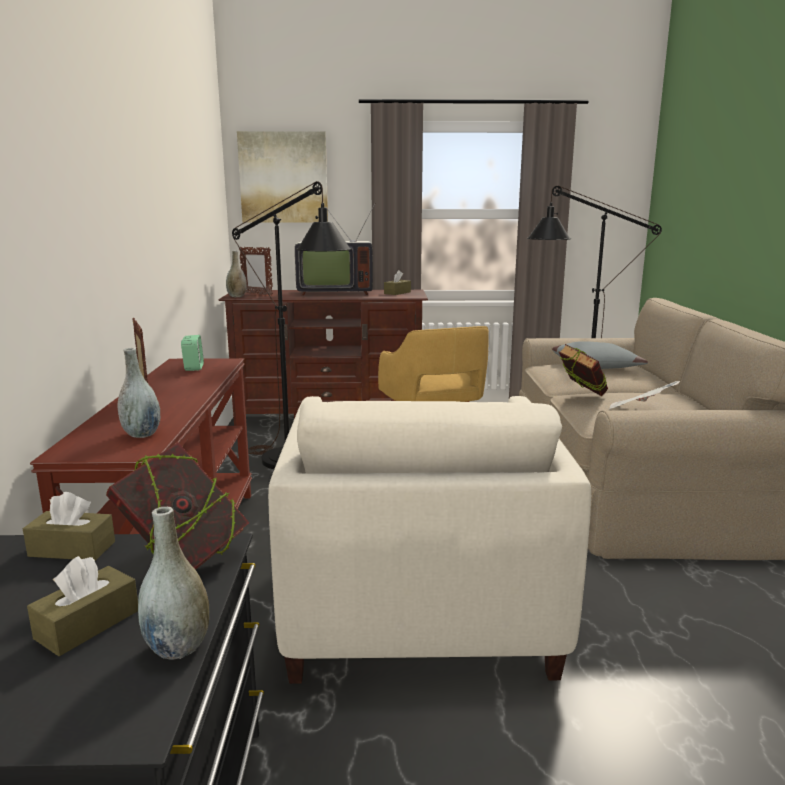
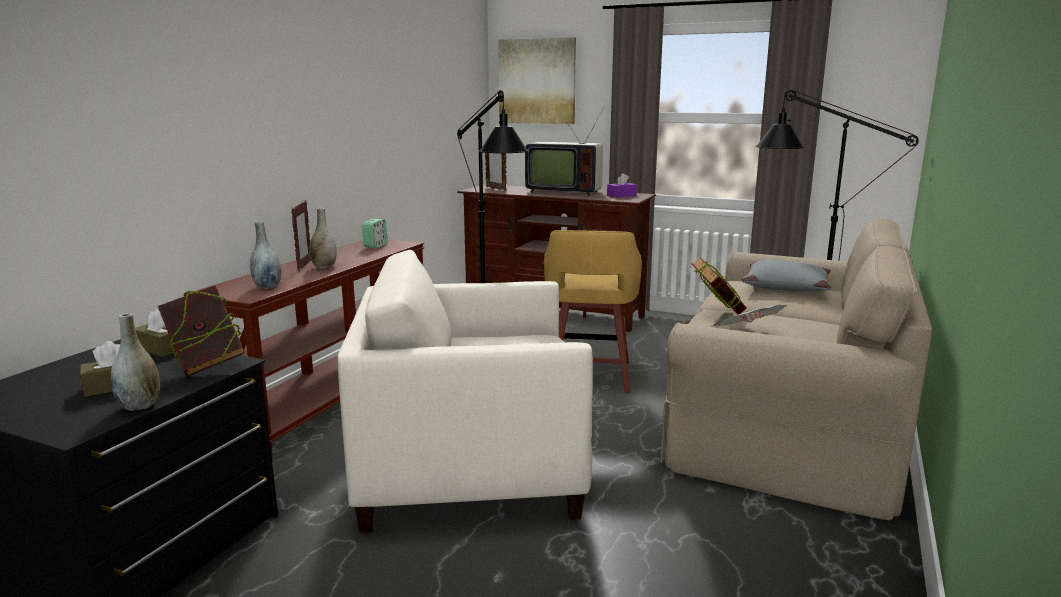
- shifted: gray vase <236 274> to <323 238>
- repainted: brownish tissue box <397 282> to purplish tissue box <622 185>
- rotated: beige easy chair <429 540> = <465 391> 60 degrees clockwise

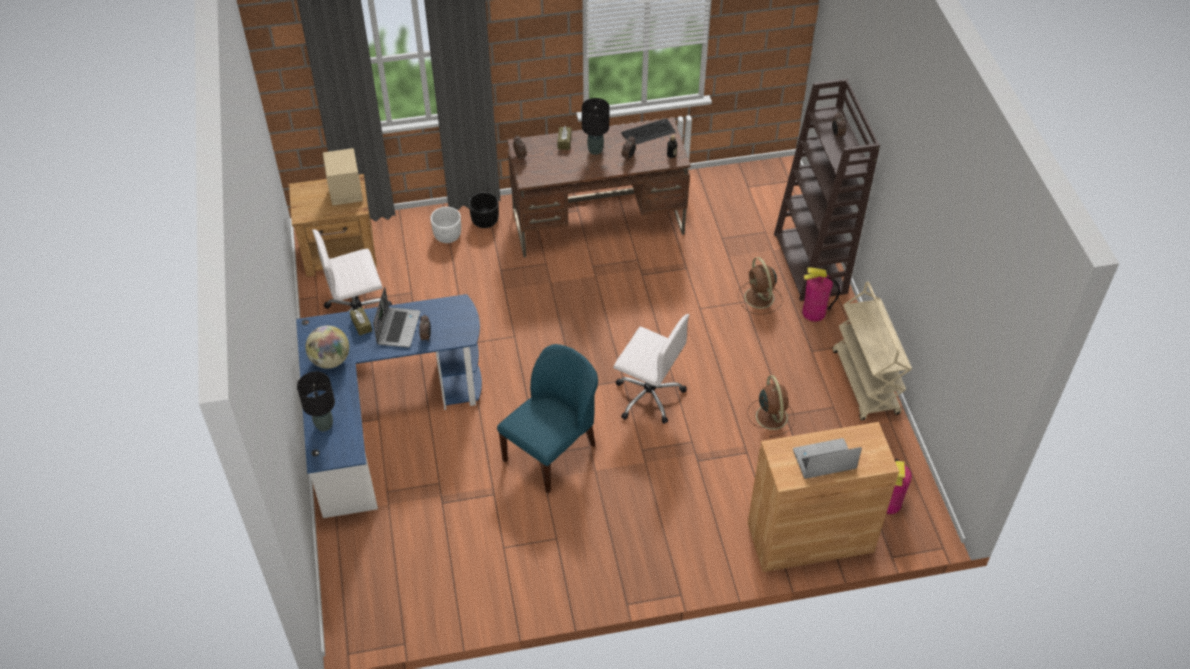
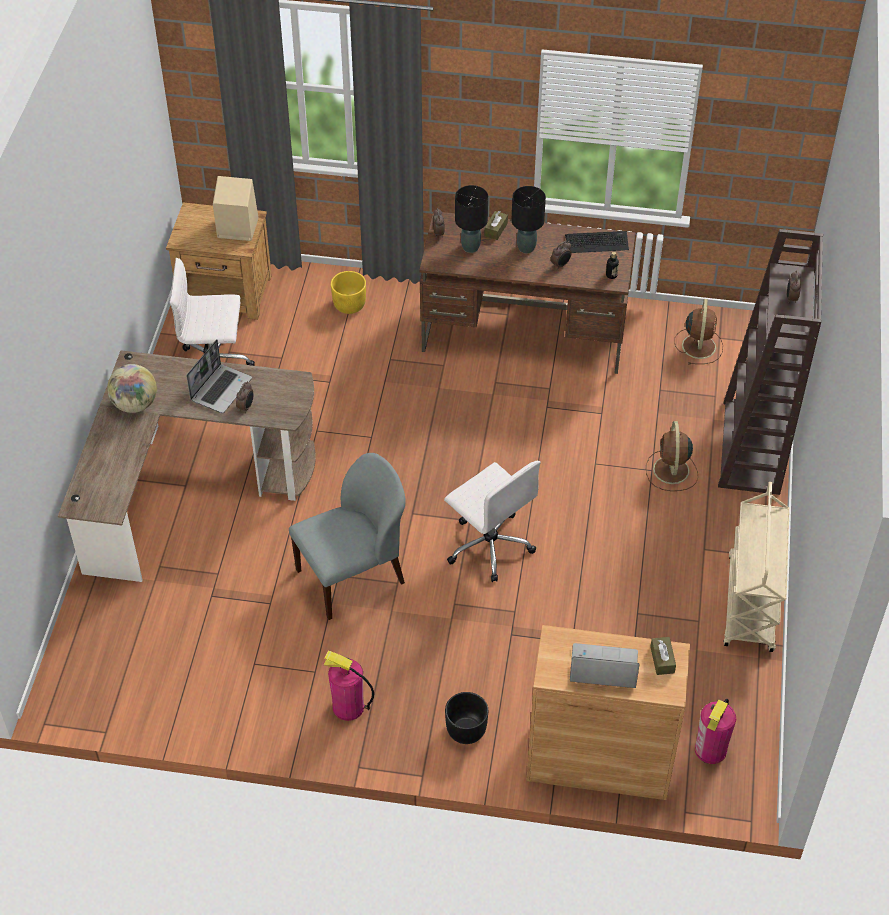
- shifted: blackish flower pot <484 210> to <466 718>
- repainted: white-coloured flower pot <445 225> to yellow flower pot <348 292>
- shifted: extinguisher <821 294> to <348 686>
- repainted: blue desk unit <389 406> to brownish desk unit <187 466>
- shifted: brownish tissue box <361 321> to <663 656>
- repainted: blue plain chair <547 418> to gray plain chair <347 536>
- shifted: blackish tabletop lamp <316 401> to <471 219>
- shifted: brownish cooling fan <770 406> to <698 332>

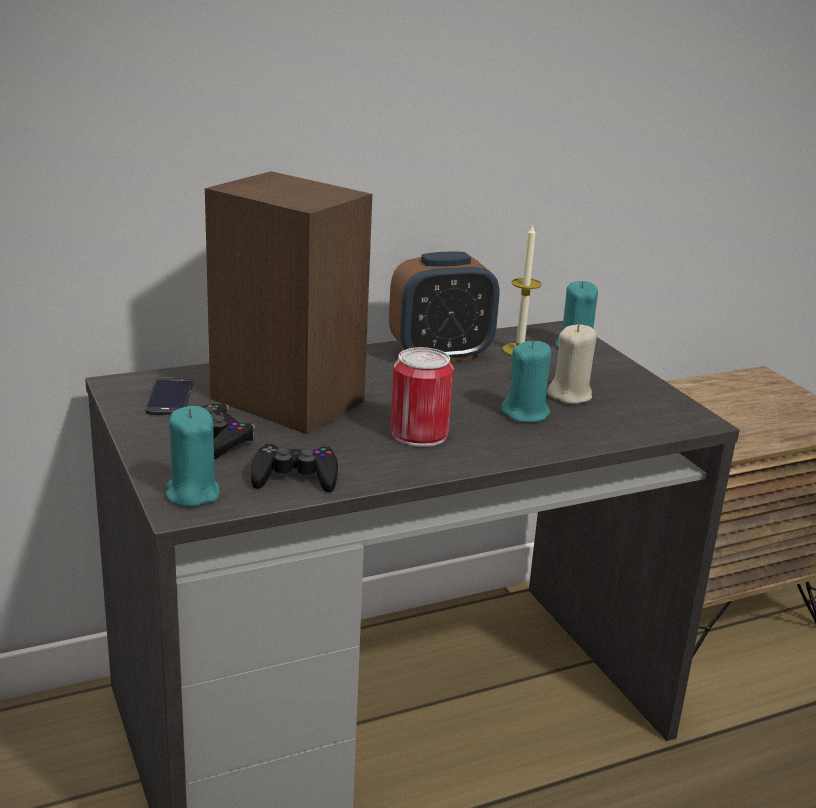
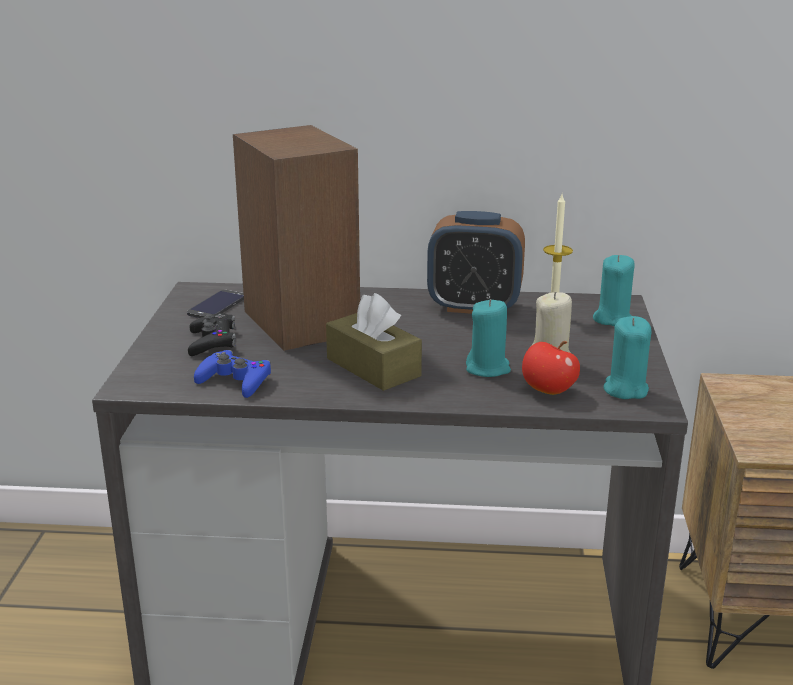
- swapped: can <422 397> to brownish tissue box <374 342>
- shifted: blue-green wax candle <192 456> to <627 357>
- repainted: blackish game controller <294 467> to blue game controller <232 374>
- new: whole apple <551 368>

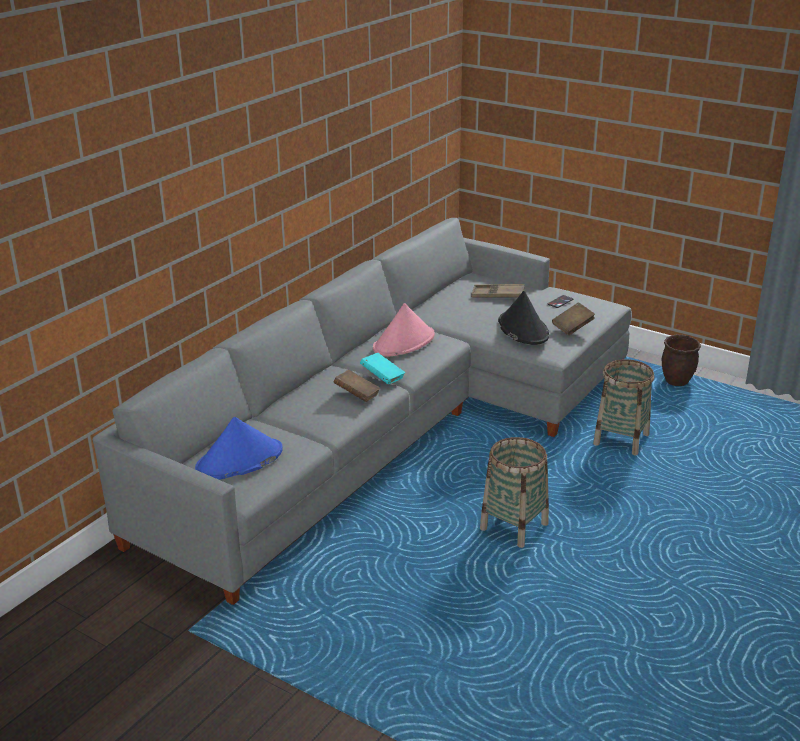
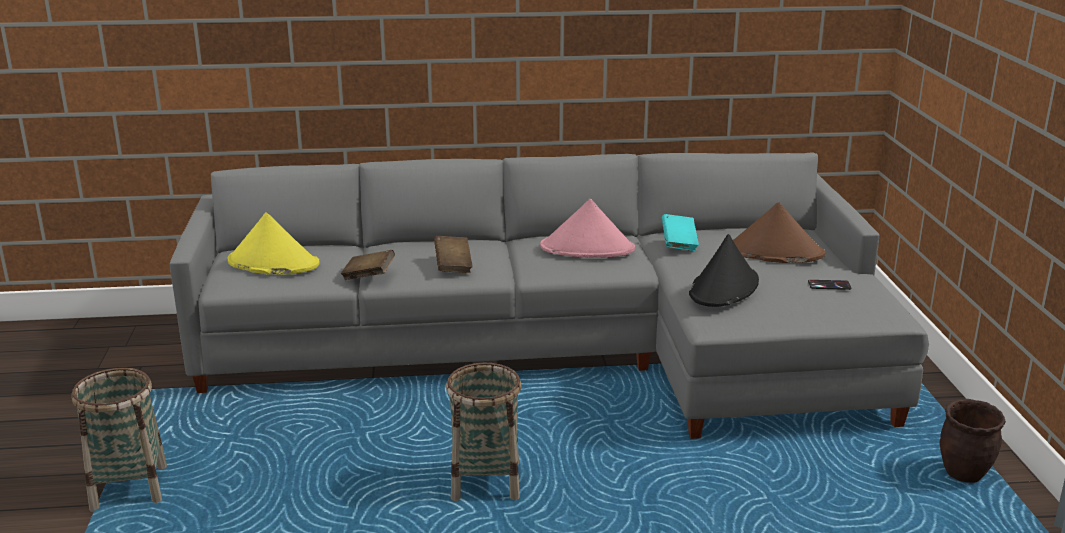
- swapped: brownish tray <498 291> to brownish clothing hat <779 232>
- shifted: brownish bound book <573 318> to <368 265>
- shifted: blue-green bound book <382 368> to <680 232>
- shifted: storage basket <623 407> to <119 440>
- repainted: blue clothing hat <239 448> to yellow clothing hat <274 243>

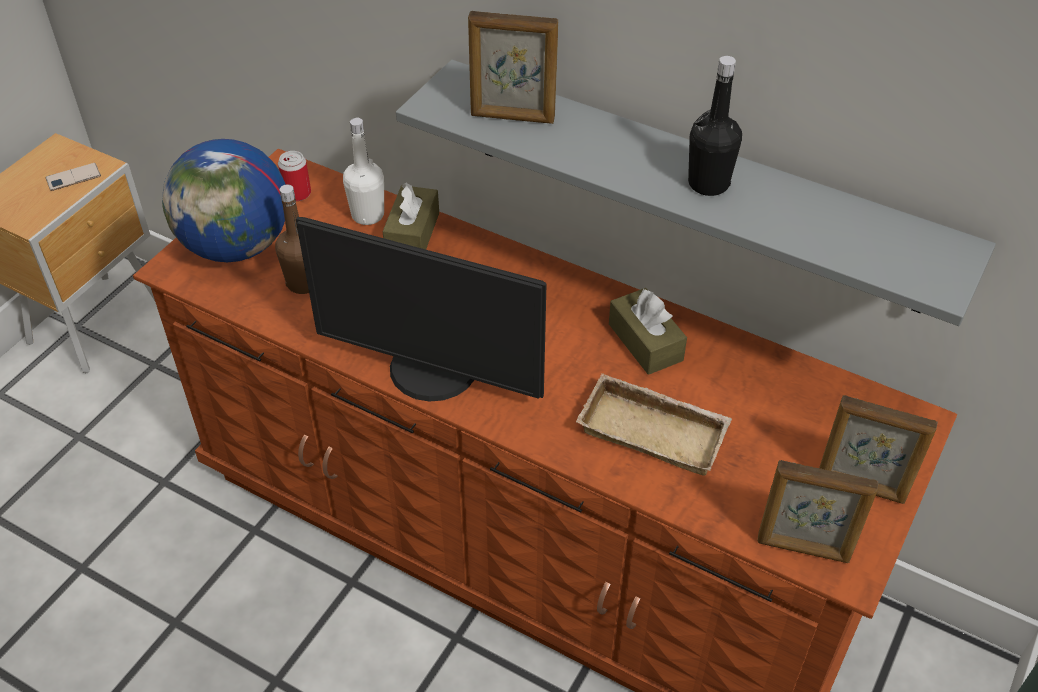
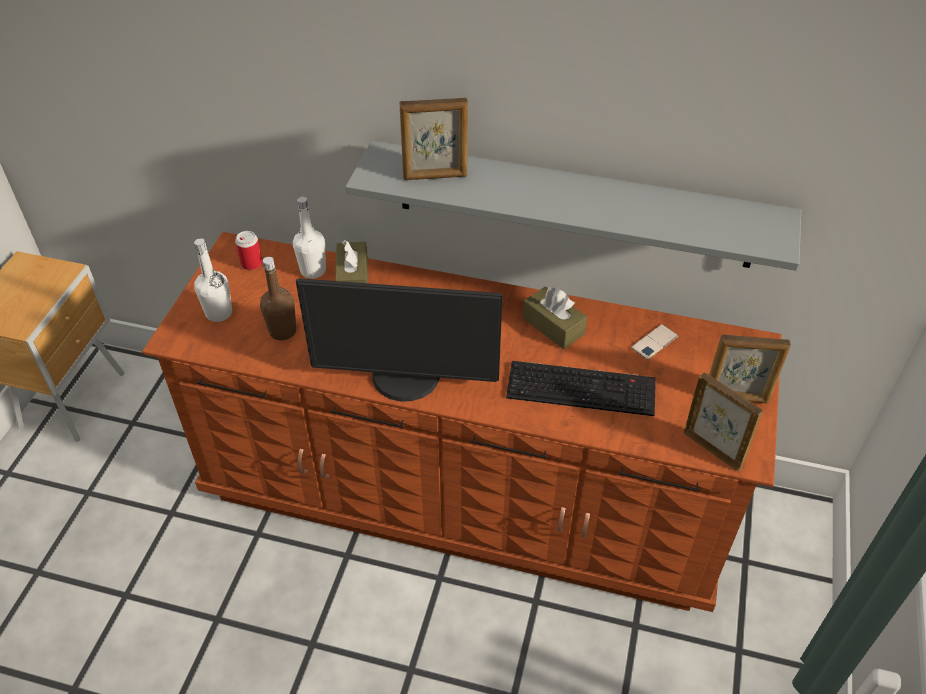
- gone: blackish bottle <715 126>
- swapped: globe <224 200> to white-coloured bottle <213 280>
- shifted: handset <73 177> to <655 342>
- swapped: beige tray <654 424> to keyboard <581 388>
- rotated: standing frame <817 511> = <723 422> 135 degrees counterclockwise

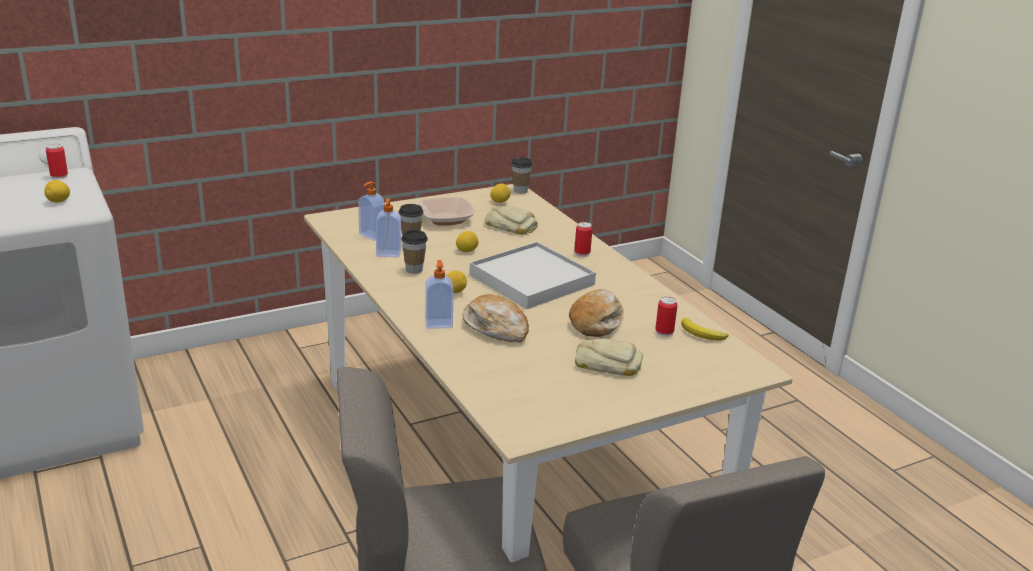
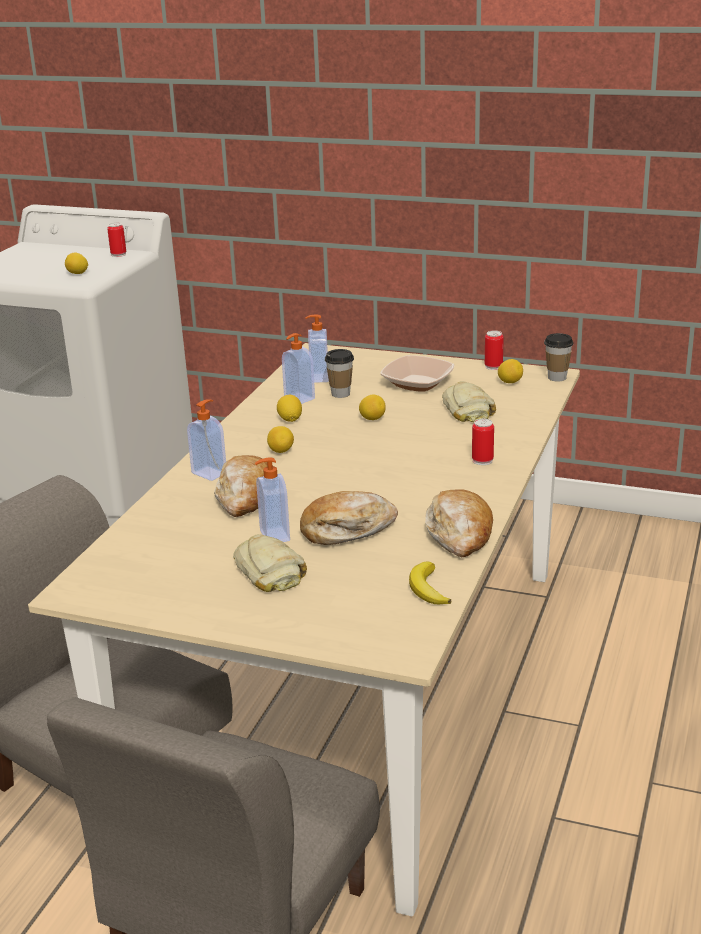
- swapped: cup <414 252> to whole lemon <289 408>
- gone: white-coloured tray <532 275>
- shifted: can <666 316> to <494 350>
- new: soap dispenser <272 499>
- new: bakery bread <459 524>

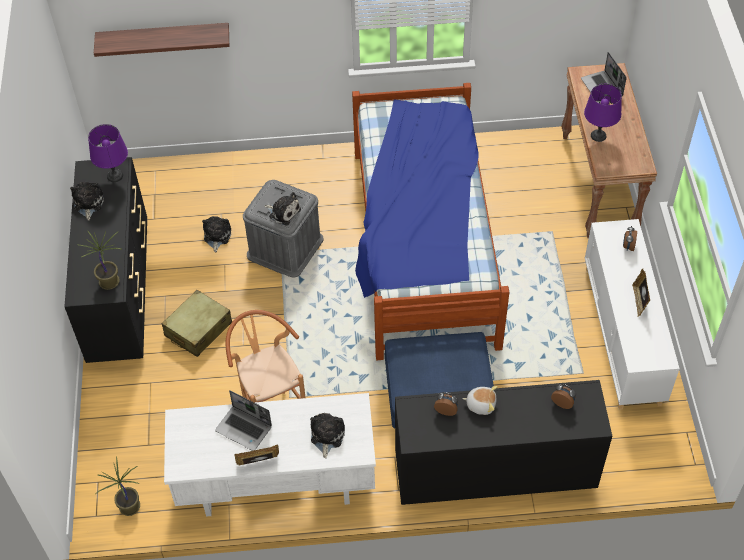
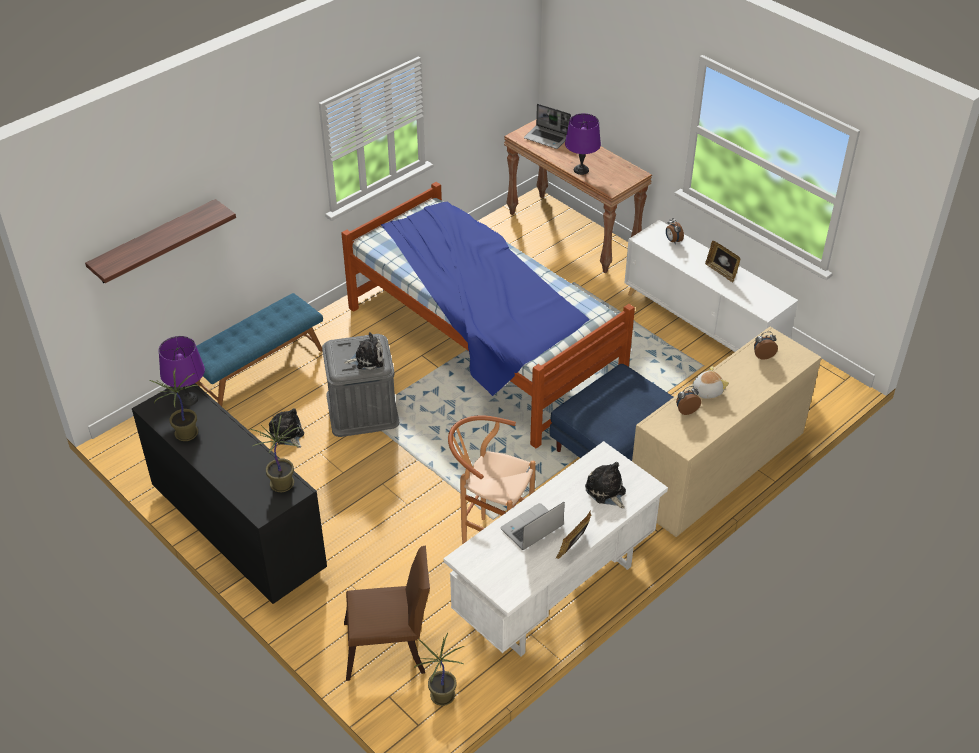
- swapped: soft toy <87 201> to potted plant <174 404>
- gone: beige suitcase <196 323>
- repainted: blackish drawer chest <503 442> to beige drawer chest <726 432>
- rotated: portable computer <243 420> = <532 526> 150 degrees clockwise
- new: blue indoor bench <259 349>
- new: brownish plain chair <387 613>

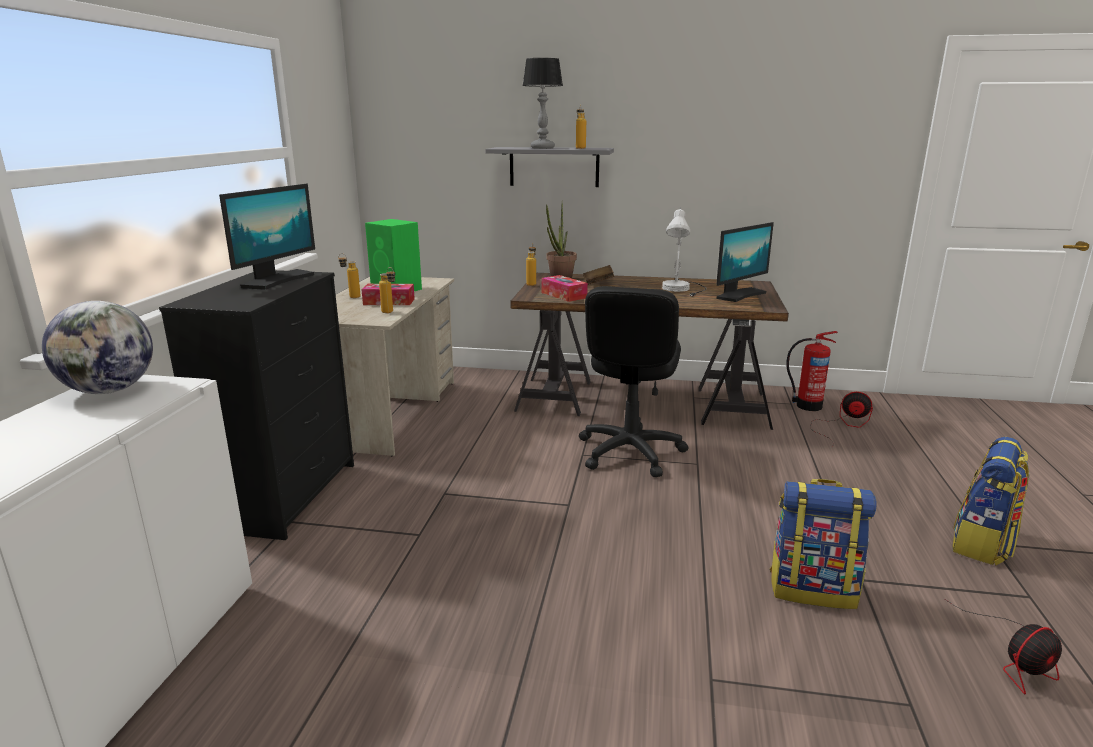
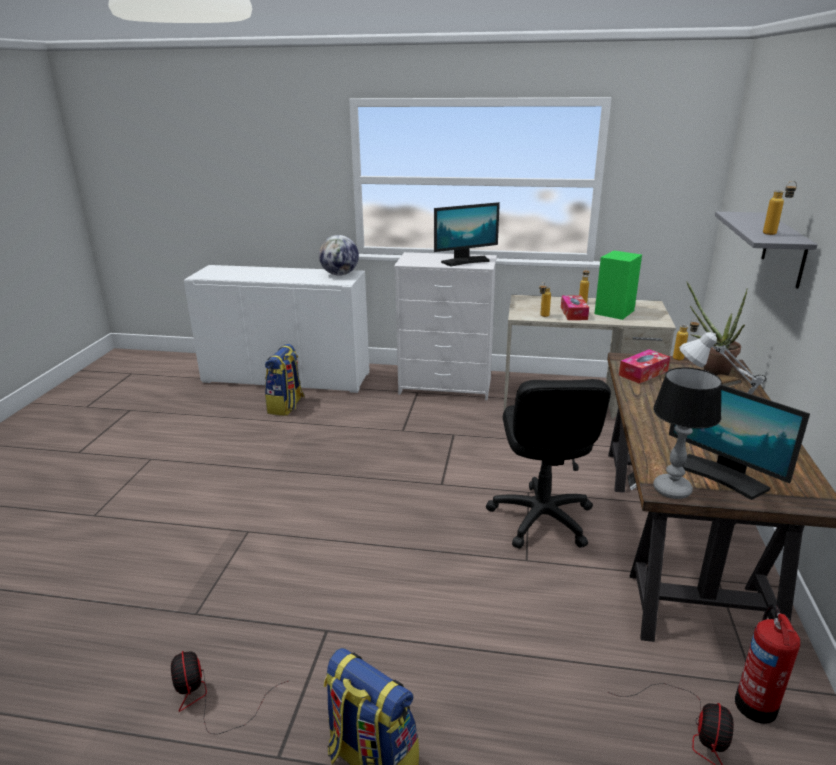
- shifted: tabletop lamp <542 103> to <687 433>
- rotated: monitor <267 237> = <467 234> 45 degrees counterclockwise
- repainted: blackish drawer chest <256 405> to white-coloured drawer chest <445 326>
- rotated: blackish office chair <633 381> = <548 463> 105 degrees counterclockwise
- shifted: knapsack <823 544> to <285 380>

